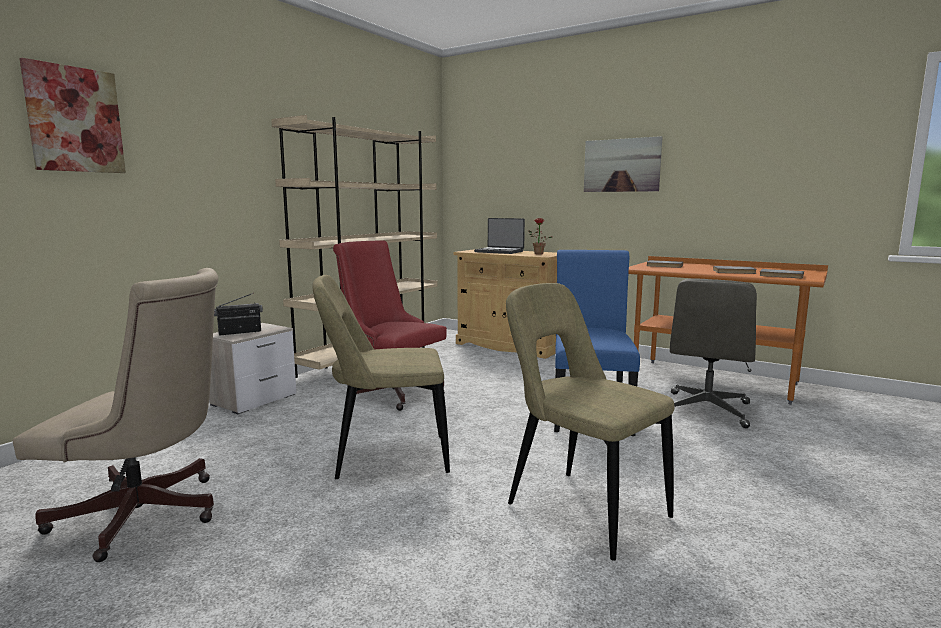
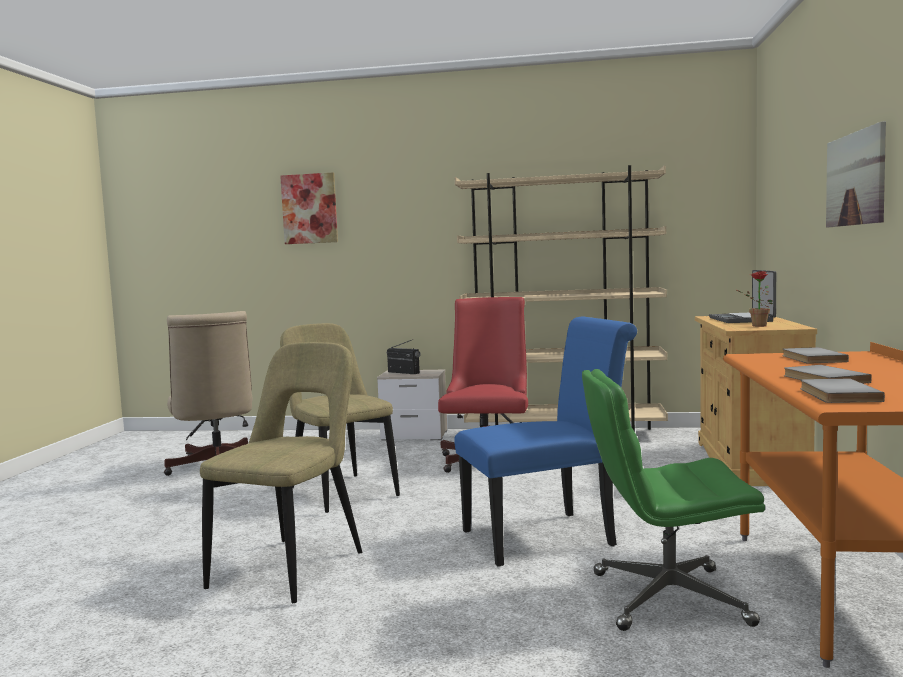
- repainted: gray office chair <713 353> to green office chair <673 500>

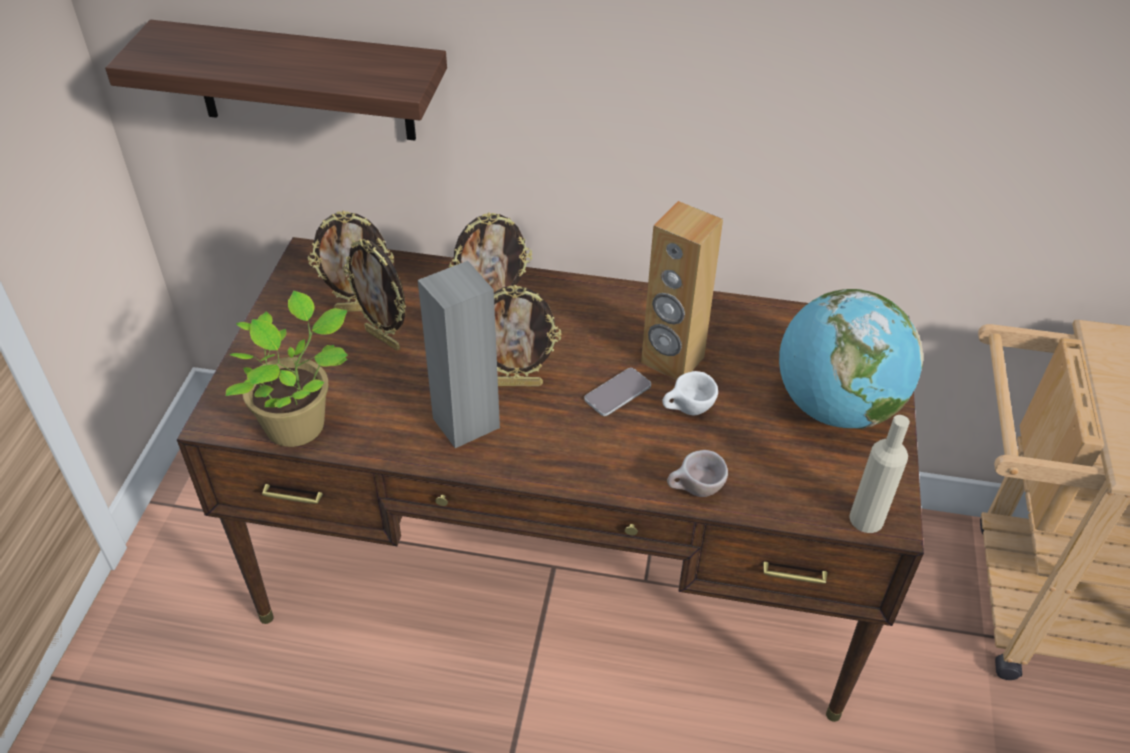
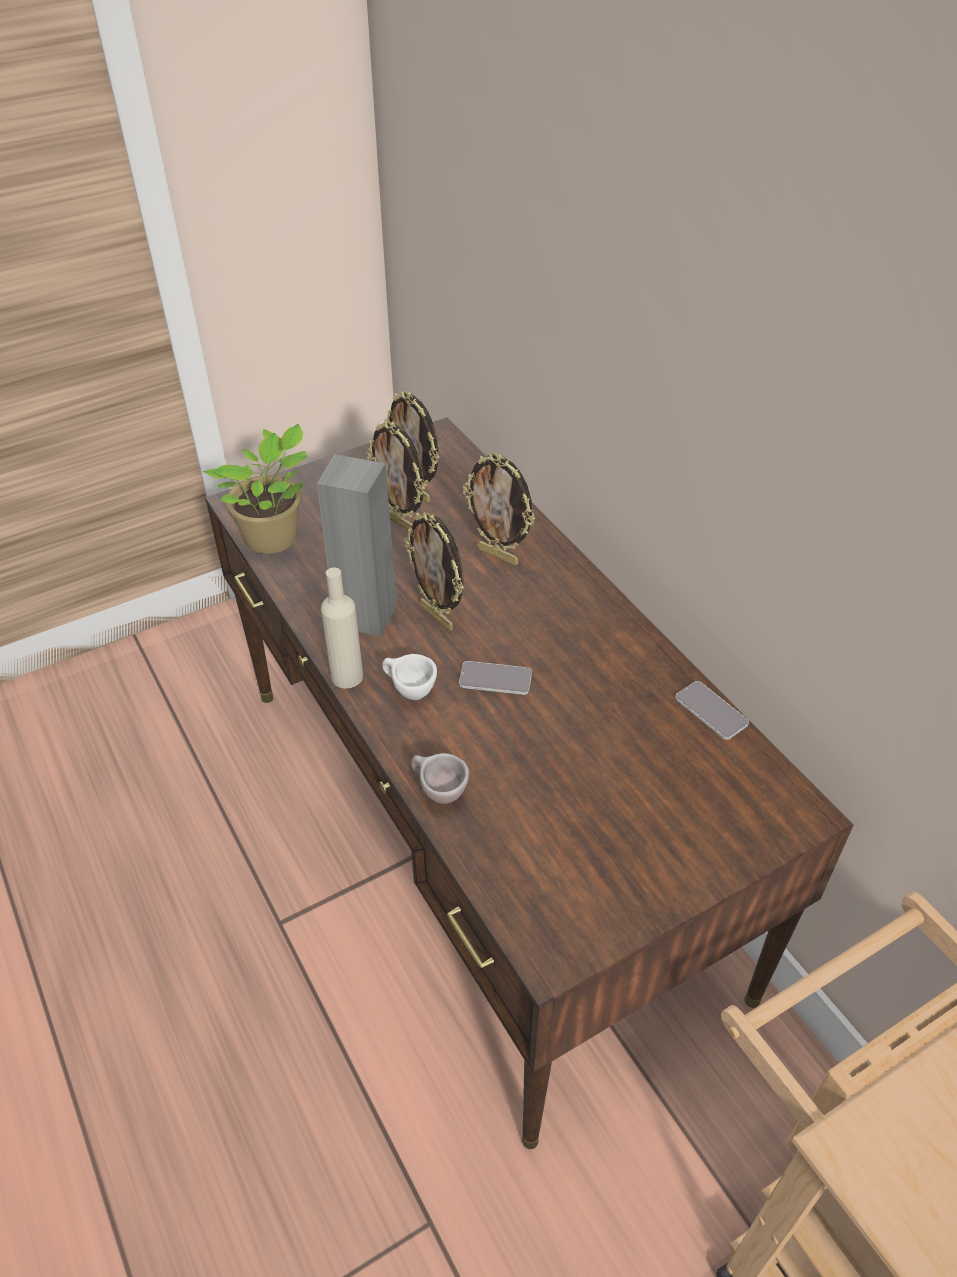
- gone: bracket shelf <276 80>
- gone: brownish loudspeaker <682 290>
- rotated: standing frame <374 295> = <395 475> 45 degrees counterclockwise
- gone: globe <851 359>
- shifted: white-coloured cup <690 393> to <409 677>
- shifted: beige bottle <879 474> to <342 628>
- new: handset <712 710>

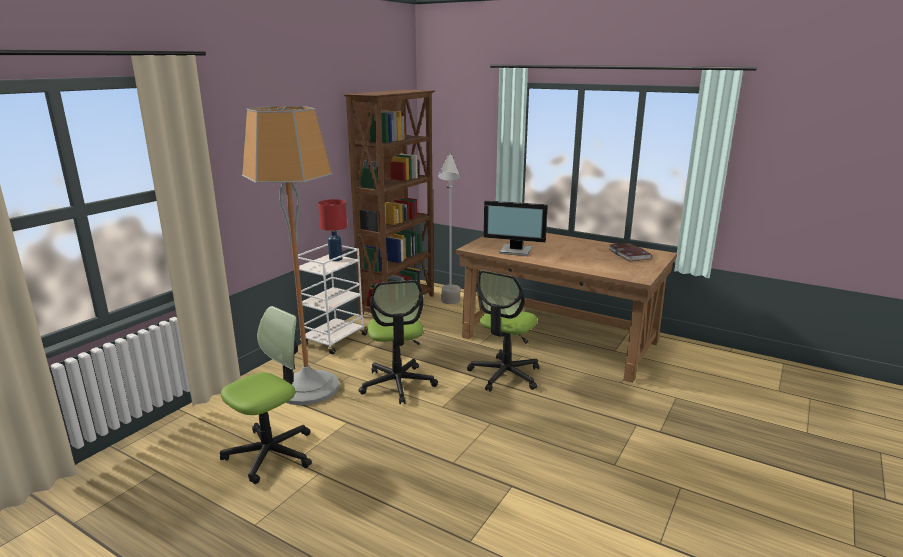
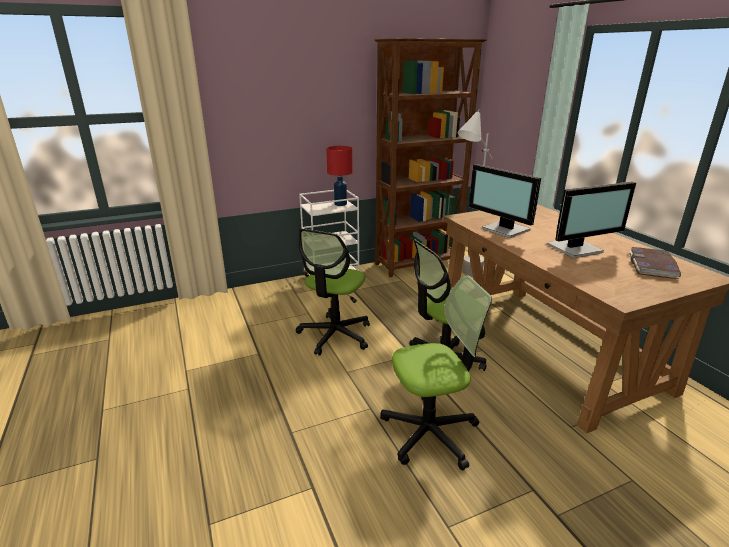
- gone: standard lamp <290 255>
- shifted: office chair <266 395> to <436 372>
- new: monitor <591 220>

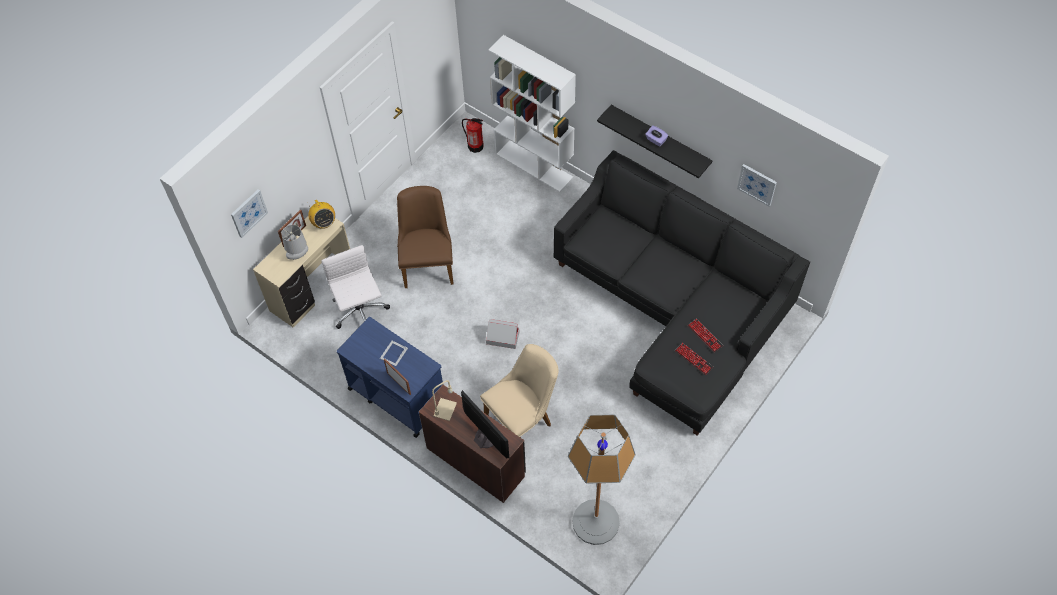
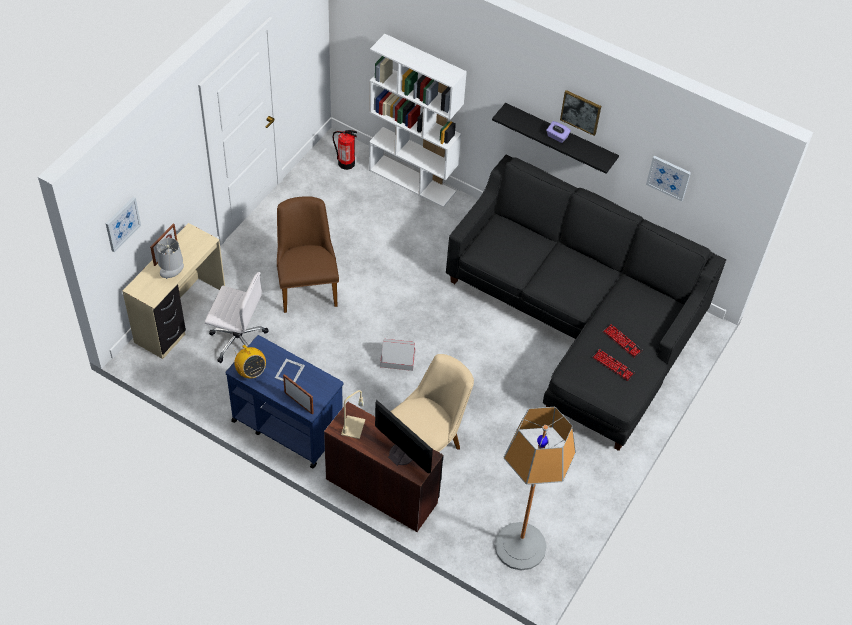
- shifted: radio set <321 214> to <250 362>
- rotated: white-coloured office chair <355 287> = <237 317> 135 degrees clockwise
- new: wall picture <580 113>

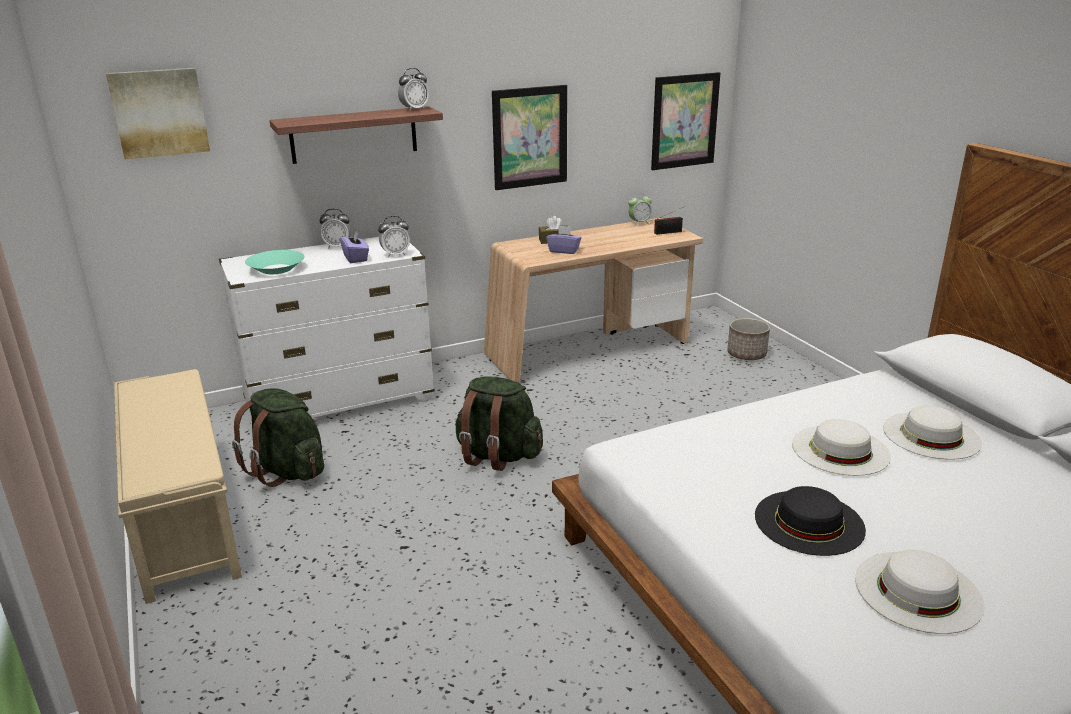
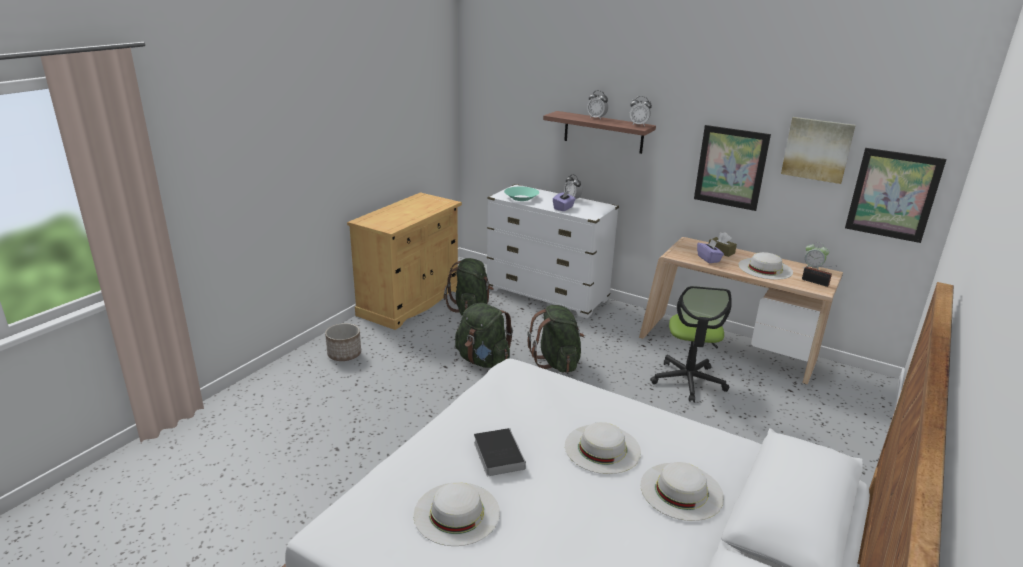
- shifted: wall picture <158 113> to <818 150>
- shifted: bedside clock <394 237> to <597 105>
- shifted: flower pot <748 339> to <343 342>
- swapped: beige indoor bench <178 486> to beige cupboard <404 261>
- swapped: blackish clothing hat <810 521> to bound book <500 452>
- new: white-coloured clothing hat <765 266>
- new: office chair <691 344>
- new: green knapsack <484 335>

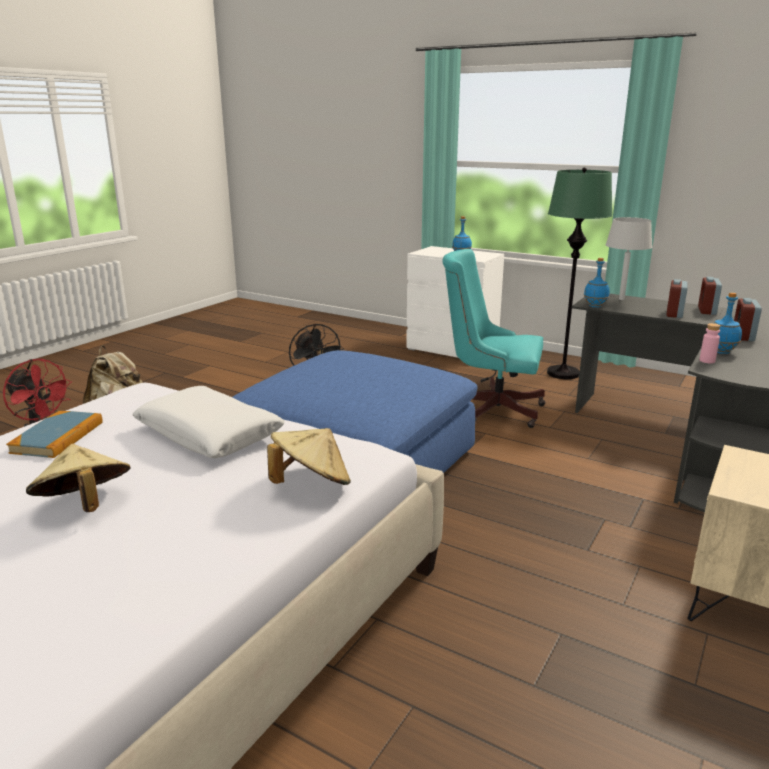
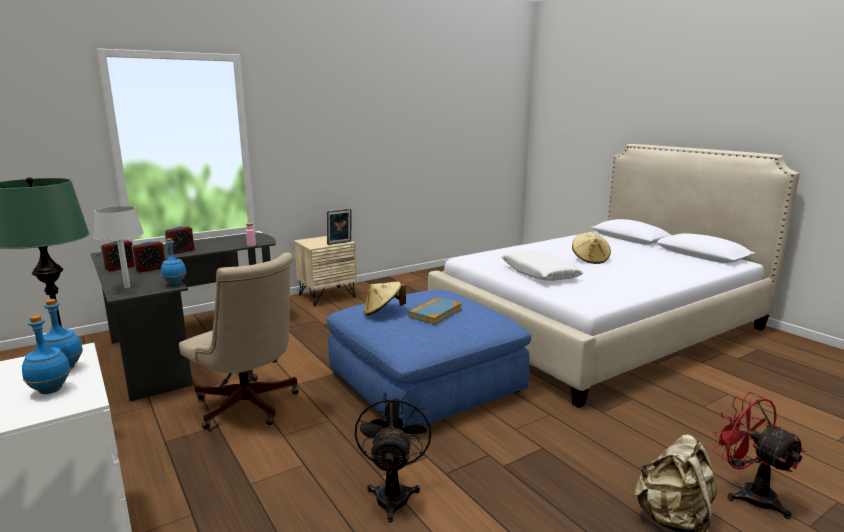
- repainted: blue-green office chair <493 338> to beige office chair <239 340>
- shifted: blue bottle <728 323> to <46 354>
- shifted: bound book <54 434> to <435 310>
- shifted: beige clothing hat <309 456> to <384 298>
- new: standing frame <339 227>

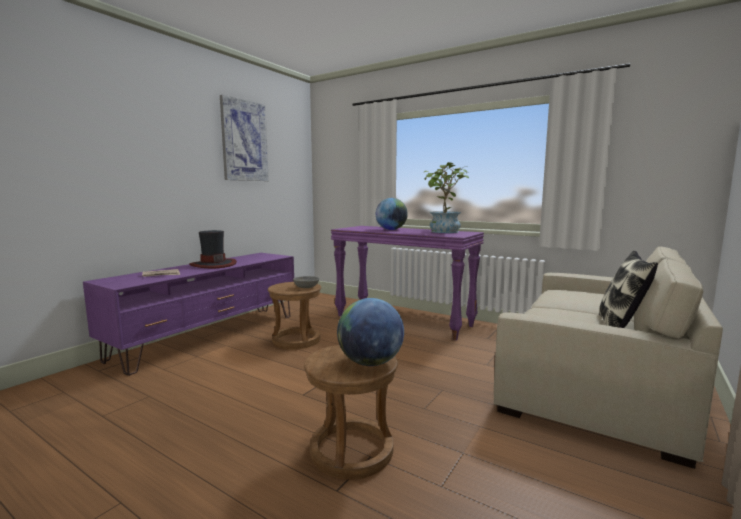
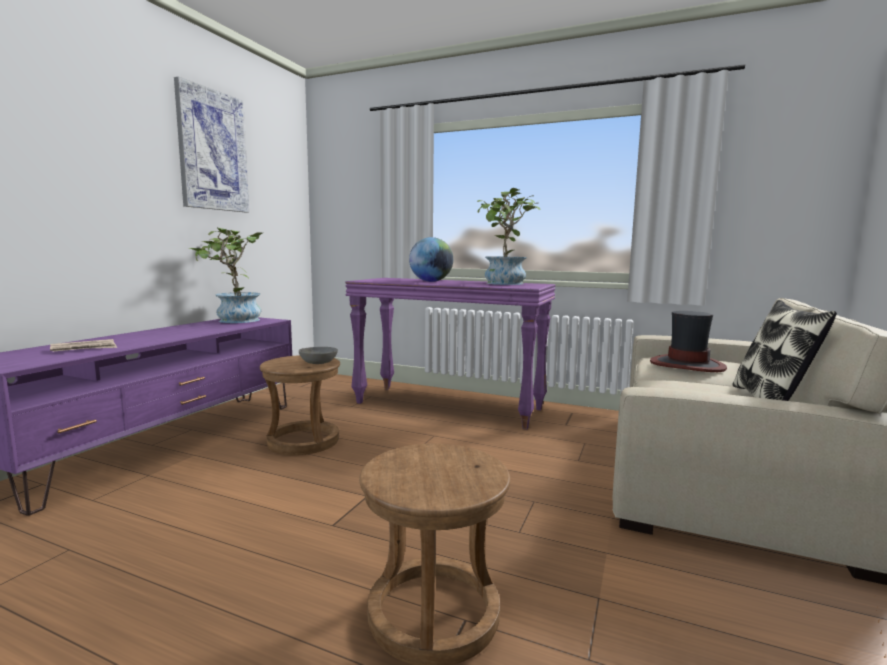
- shifted: clothing hat <213 249> to <688 341>
- gone: globe <370 332>
- new: potted plant <225 275>

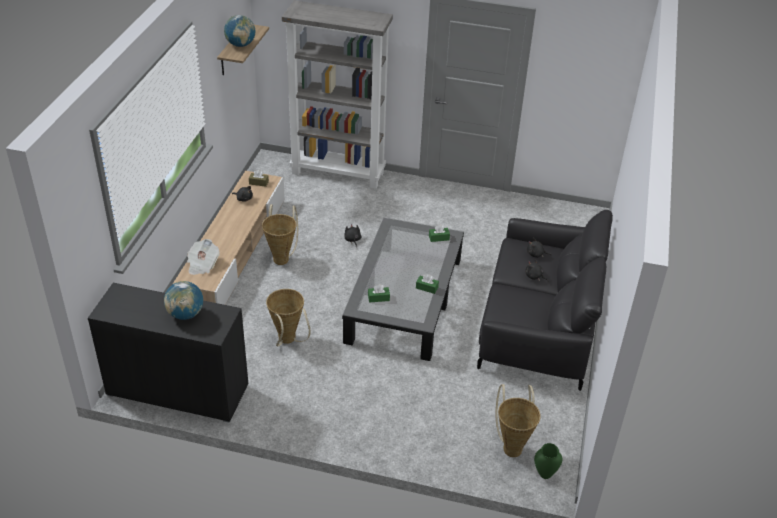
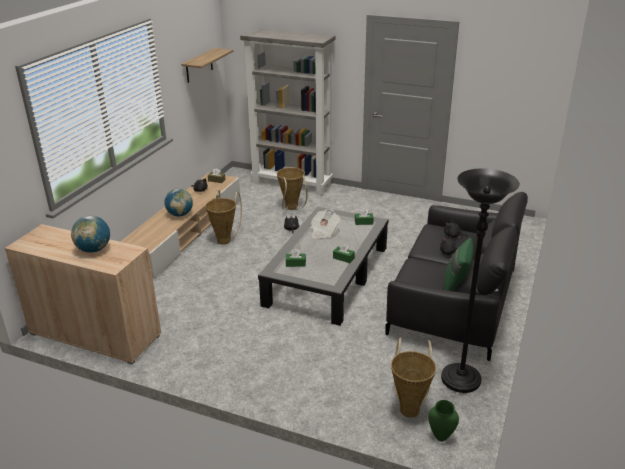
- shifted: globe <239 31> to <178 202>
- shifted: newspaper <203 257> to <325 224>
- repainted: blackish cupboard <168 353> to beige cupboard <83 294>
- shifted: storage basket <288 317> to <292 188>
- new: blackish standard lamp <480 280>
- new: green pillow <458 264>

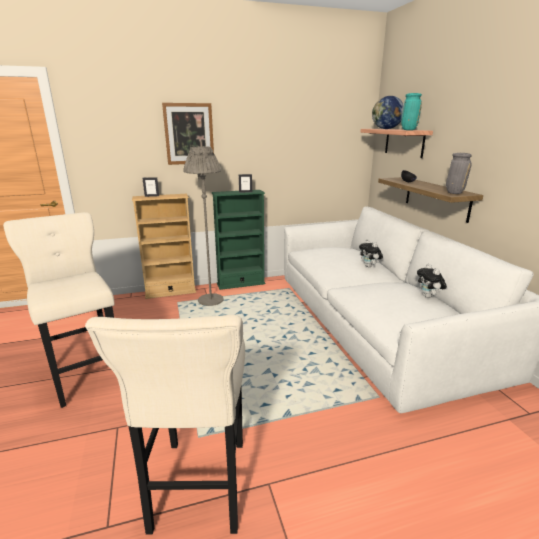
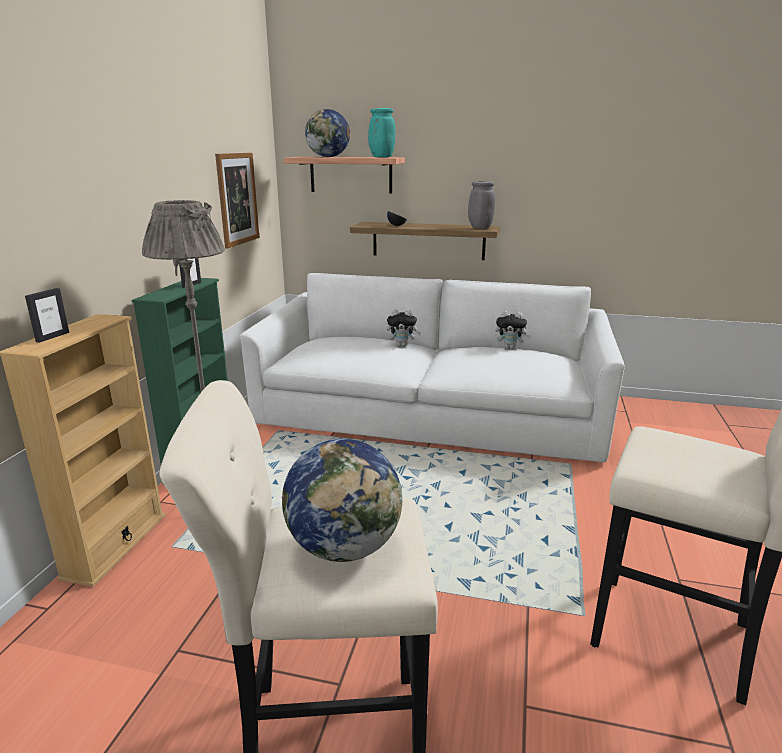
- shifted: wall picture <188 134> to <237 200>
- new: globe <341 500>

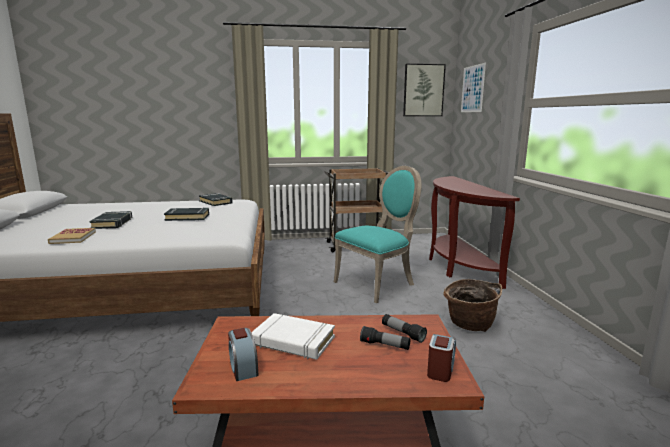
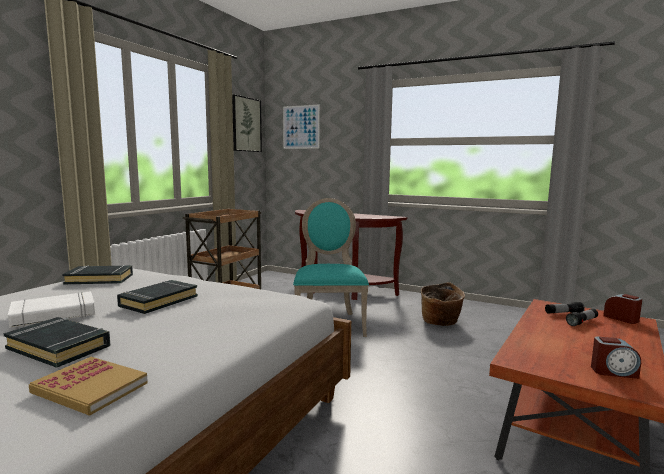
- shifted: white-coloured bound book <293 336> to <51 309>

